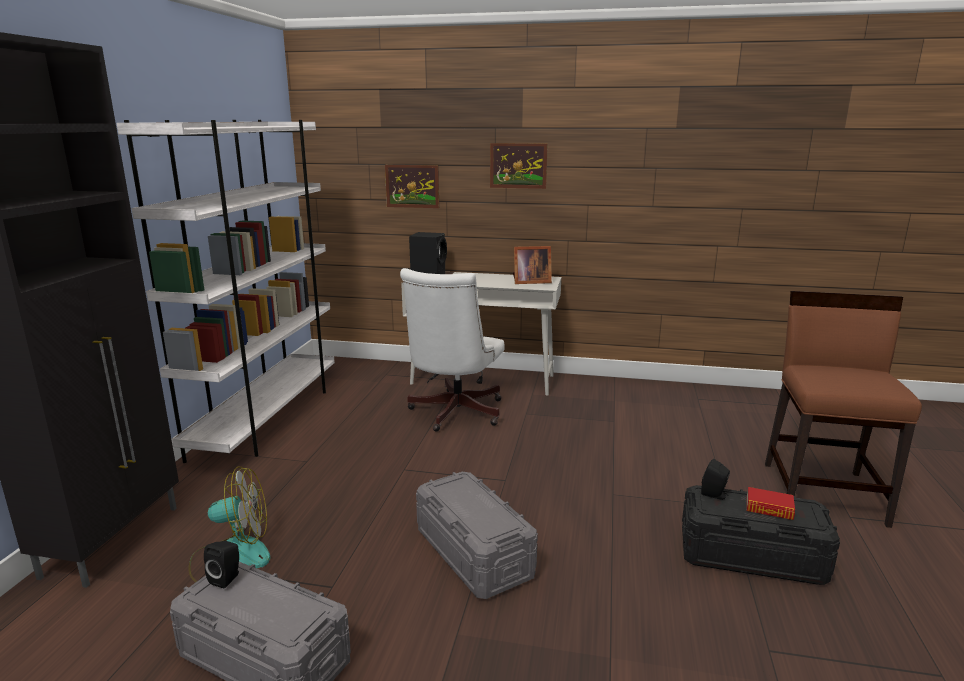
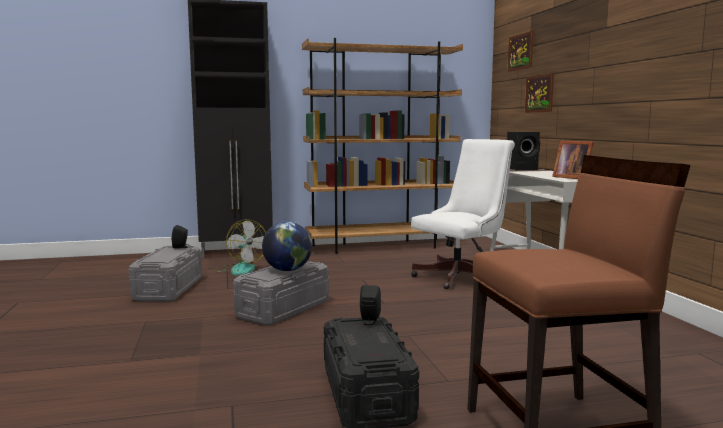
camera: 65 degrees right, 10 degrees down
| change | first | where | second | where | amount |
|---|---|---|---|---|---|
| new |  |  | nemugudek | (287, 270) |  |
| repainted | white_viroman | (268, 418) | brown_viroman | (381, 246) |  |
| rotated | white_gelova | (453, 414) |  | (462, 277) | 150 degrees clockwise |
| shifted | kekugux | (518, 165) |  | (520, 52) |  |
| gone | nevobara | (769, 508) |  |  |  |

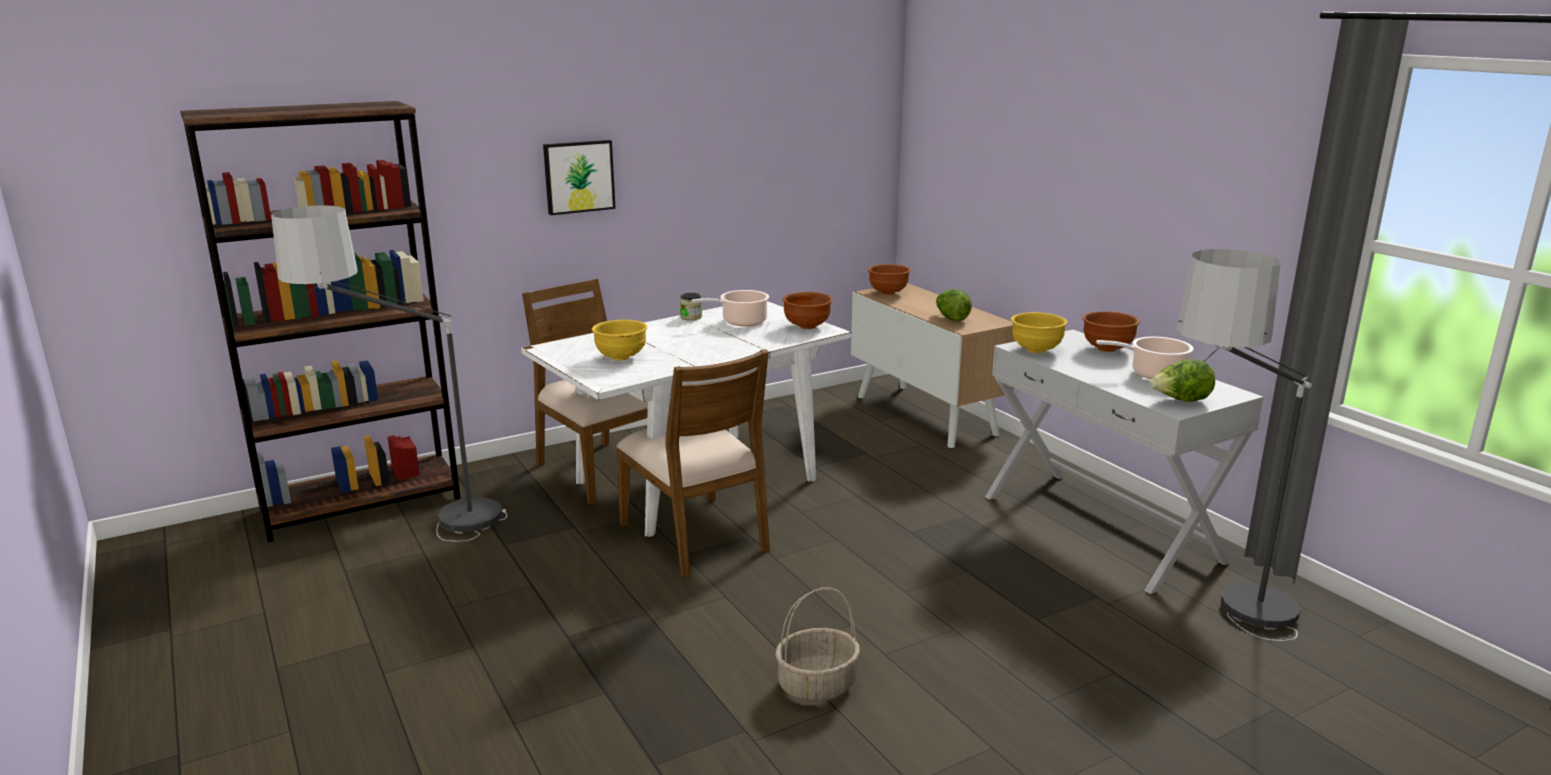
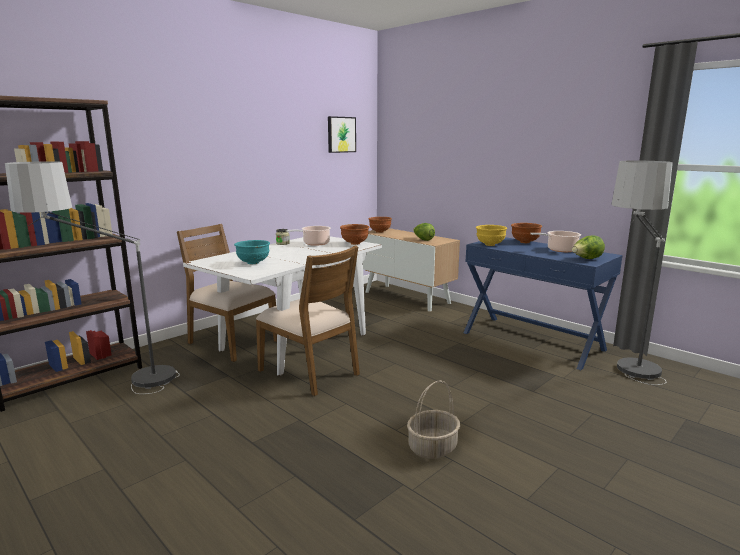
camera: 15 degrees left, 5 degrees down
| change | first | where | second | where | amount |
|---|---|---|---|---|---|
| repainted | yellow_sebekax | (621, 357) | turquoise_sebekax | (253, 263) |  |
| shifted | kekugux | (578, 176) |  | (341, 134) |  |
| repainted | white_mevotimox | (1101, 527) | blue_mevotimox | (532, 341) |  |

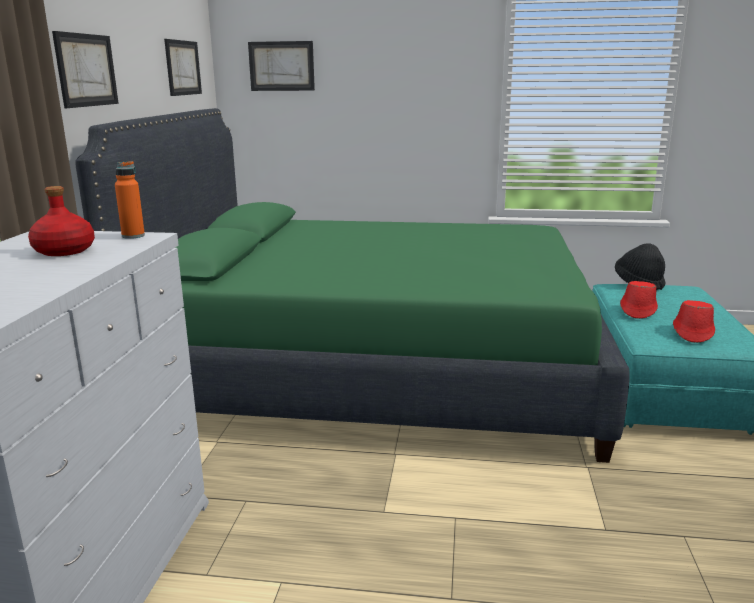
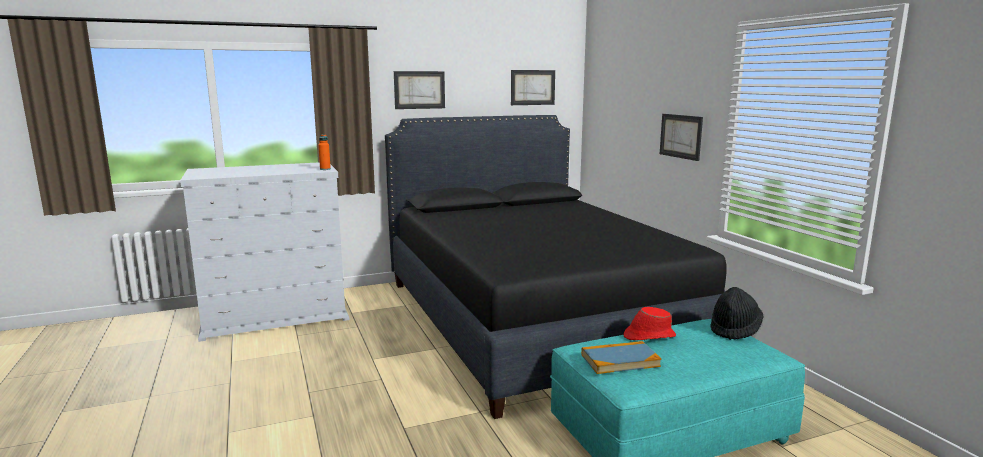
camera: 60 degrees right, 5 degrees down
| change | first | where | second | where | amount |
|---|---|---|---|---|---|
| repainted | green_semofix | (377, 371) | black_semofix | (536, 319) |  |
| swapped | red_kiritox | (692, 332) | nevobara | (620, 360) |  |
| shifted | kekugux | (281, 66) |  | (681, 136) |  |
| gone | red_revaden | (64, 251) |  |  |  |

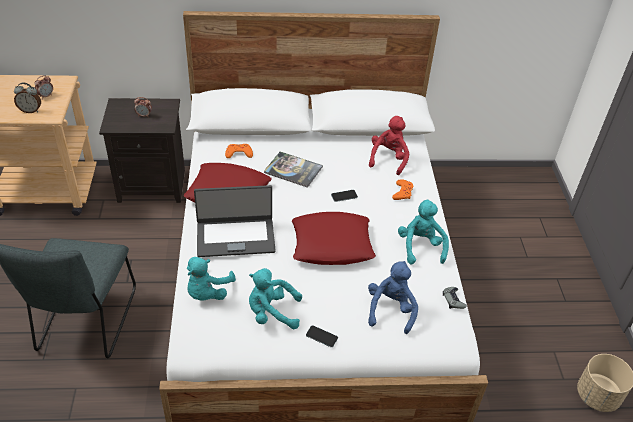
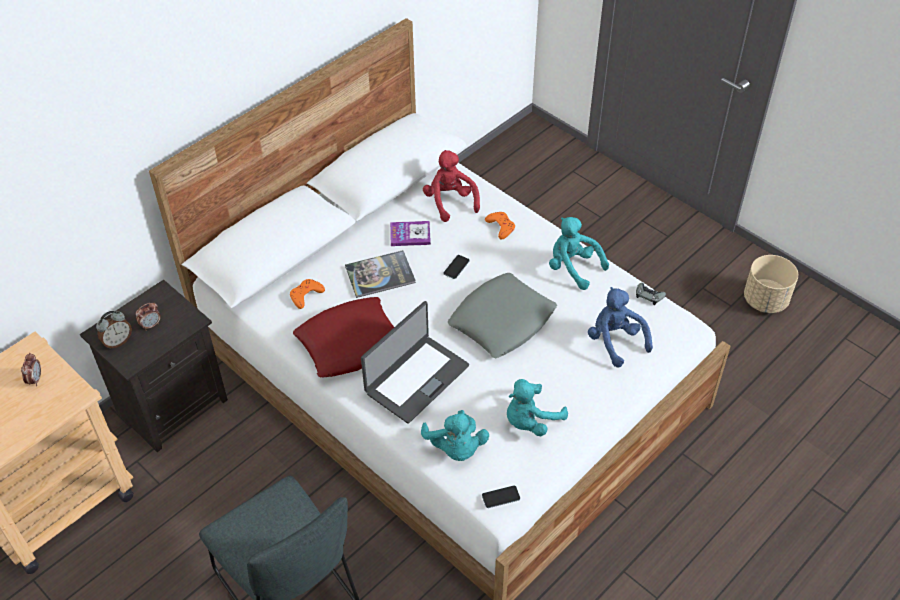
camera: 40 degrees left, 5 degrees up
| change | first | where | second | where | amount |
|---|---|---|---|---|---|
| shifted | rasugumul | (30, 110) |  | (117, 341) |  |
| new |  |  | nevobara | (410, 234) |  |
| repainted | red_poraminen | (331, 244) | grey_poraminen | (502, 321) |  |
| shifted | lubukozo | (321, 336) |  | (501, 497) |  |

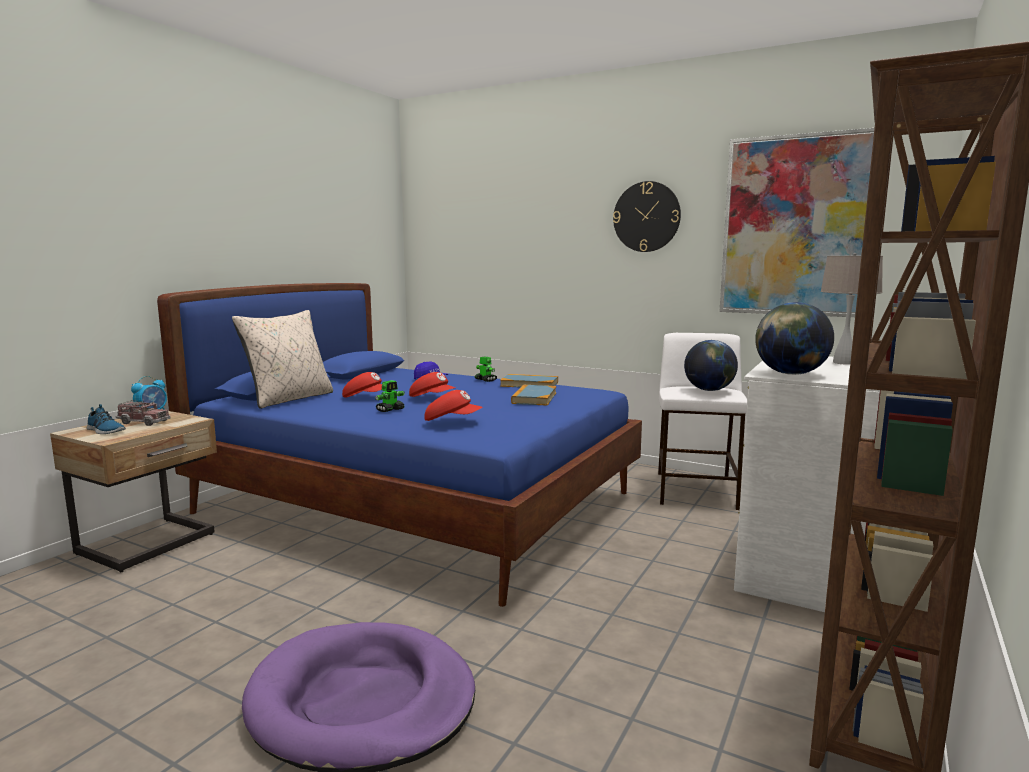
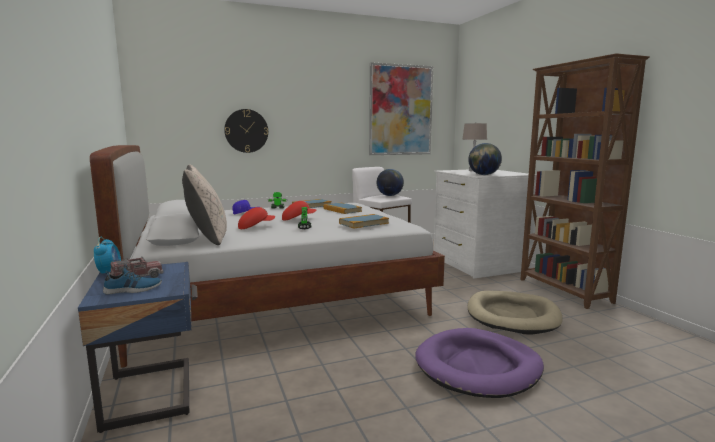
camera: 50 degrees left, 0 degrees up
| change | first | where | second | where | amount |
|---|---|---|---|---|---|
| repainted | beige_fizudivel | (149, 544) | blue_fizudivel | (153, 394) |  |
| repainted | blue_semofix | (419, 504) | white_semofix | (277, 299) |  |
| shifted | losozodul | (646, 217) |  | (246, 131) |  |
| swapped | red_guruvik | (452, 421) | nevobara | (364, 223) |  |
| new |  |  | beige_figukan | (512, 315) |  |

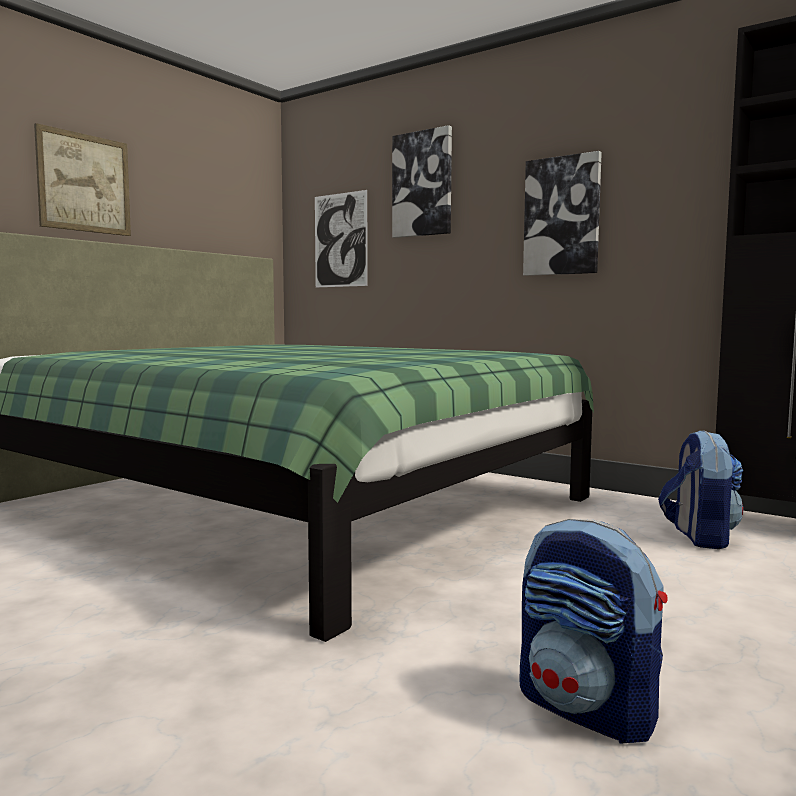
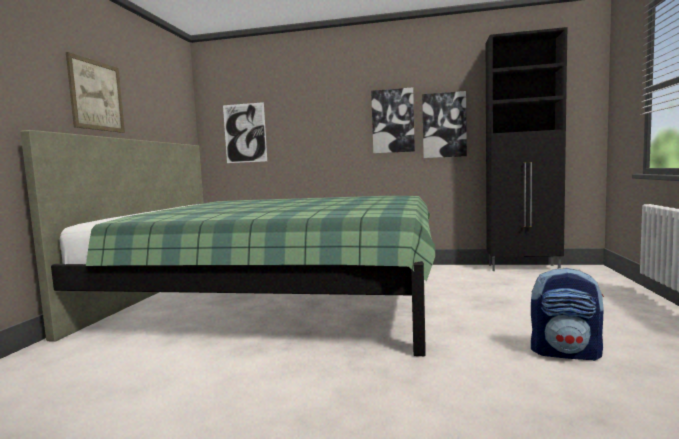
camera: 25 degrees left, 0 degrees up
| change | first | where | second | where | amount |
|---|---|---|---|---|---|
| shifted | kekugux | (422, 184) |  | (444, 125) |  |
| gone | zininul | (699, 537) |  |  |  |

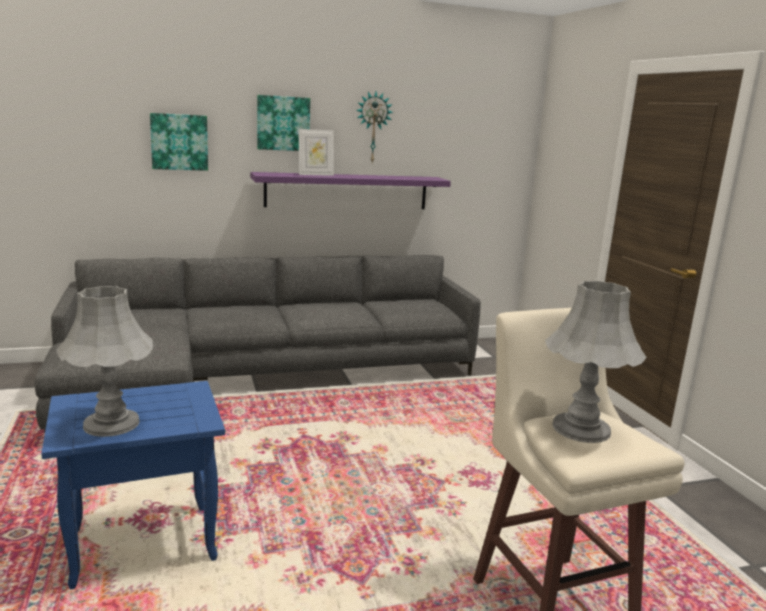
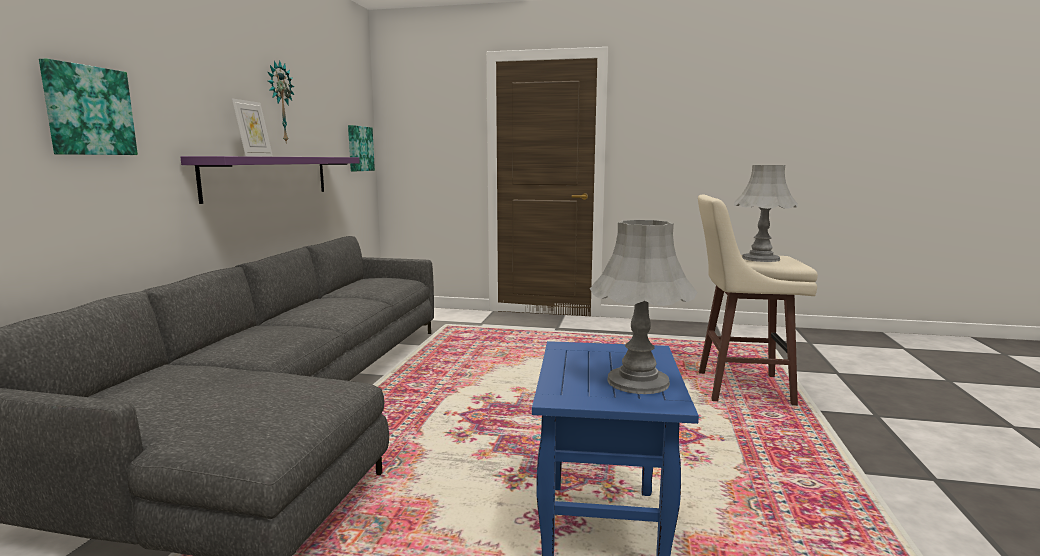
camera: 60 degrees left, 5 degrees down
| change | first | where | second | where | amount |
|---|---|---|---|---|---|
| shifted | kekugux | (283, 123) |  | (359, 148) |  |

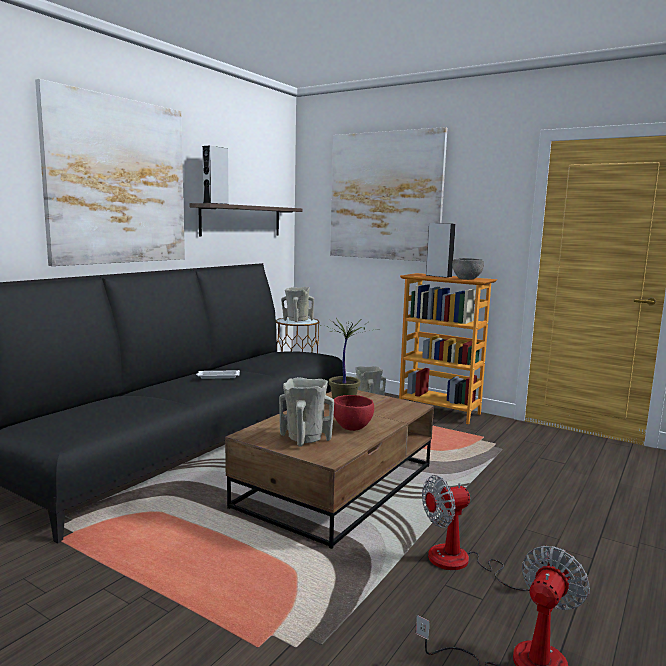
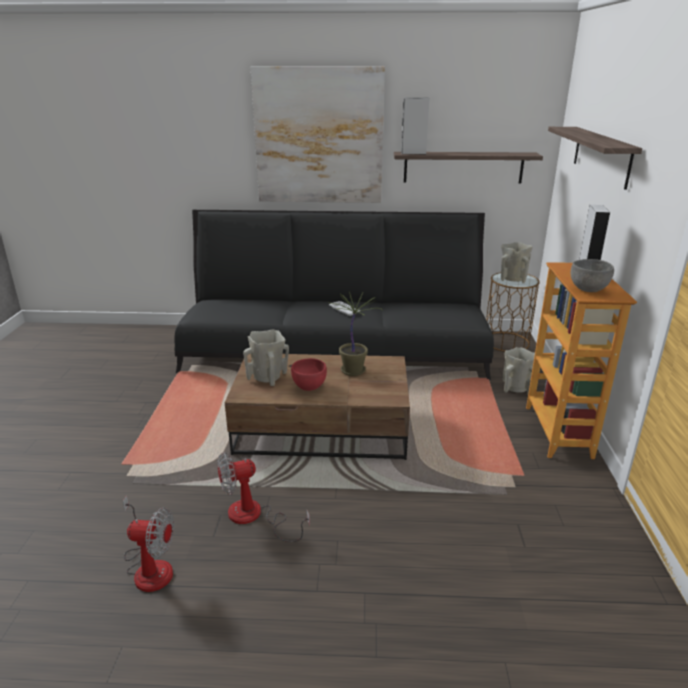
camera: 60 degrees right, 15 degrees up
| change | first | where | second | where | amount |
|---|---|---|---|---|---|
| rotated | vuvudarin | (463, 563) |  | (254, 517) | 60 degrees counterclockwise |
| swapped | kekugux | (385, 196) | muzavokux | (601, 155) |  |

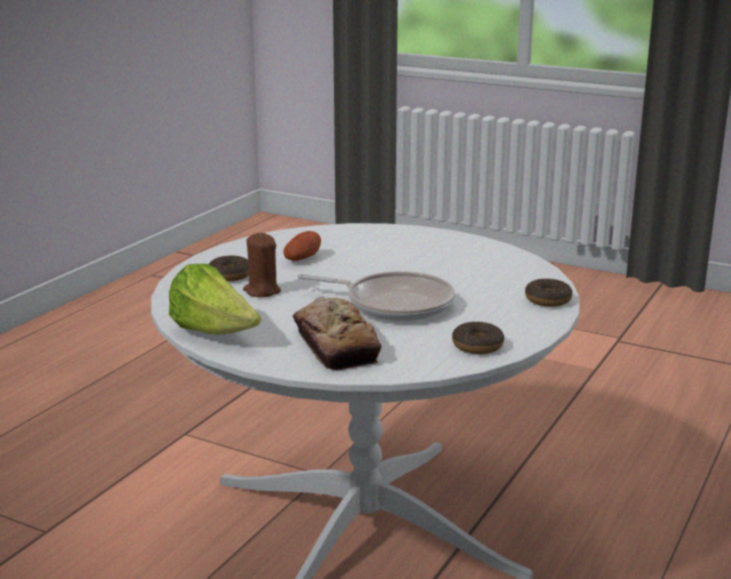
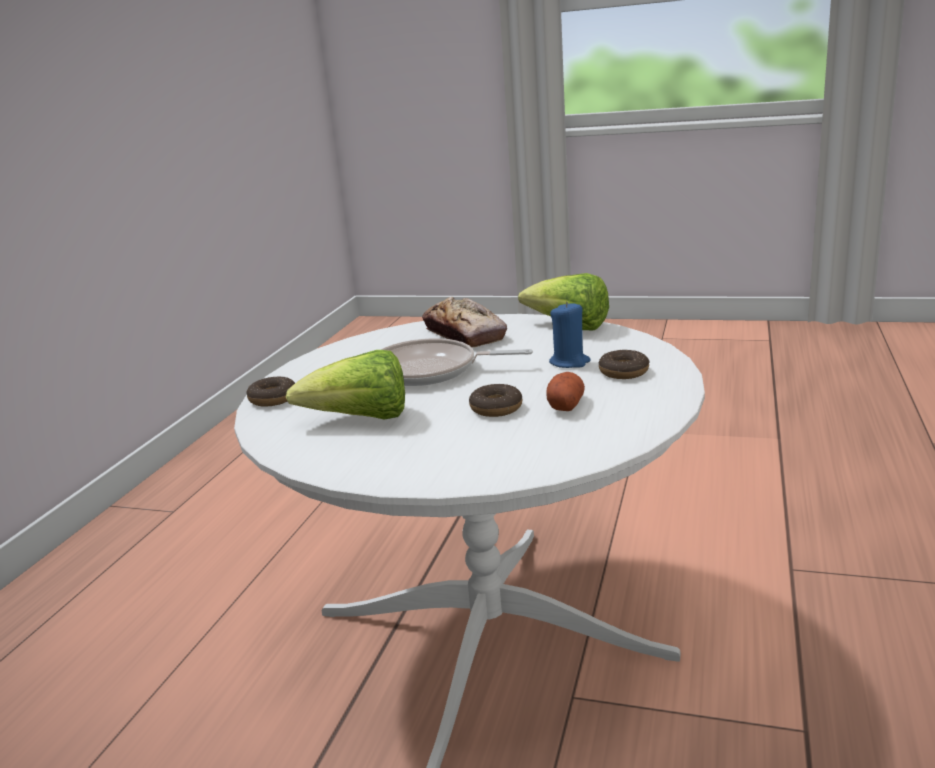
camera: 170 degrees right, 0 degrees up
| change | first | where | second | where | amount |
|---|---|---|---|---|---|
| new |  |  | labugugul | (361, 420) |  |
| shifted | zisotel | (477, 346) |  | (496, 408) |  |
| repainted | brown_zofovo | (262, 291) | blue_zofovo | (569, 362) |  |

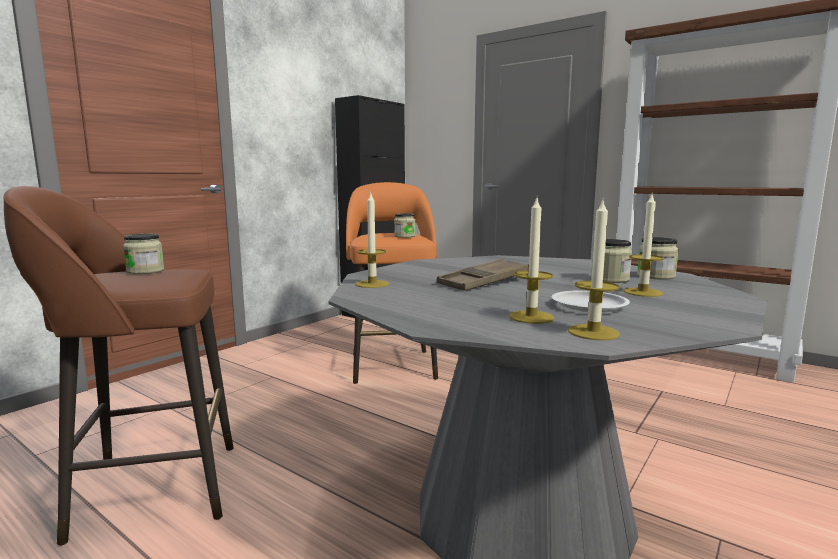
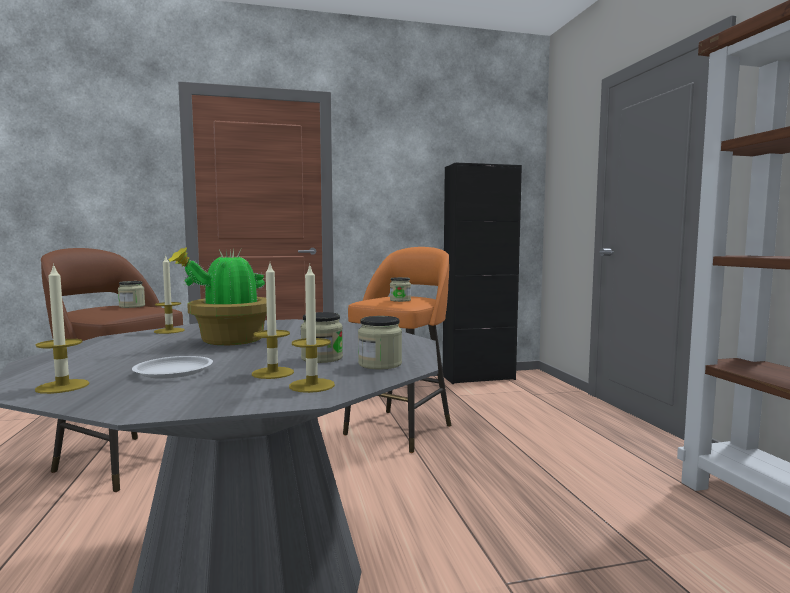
camera: 40 degrees right, 5 degrees down
| change | first | where | second | where | amount |
|---|---|---|---|---|---|
| swapped | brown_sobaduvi | (484, 282) | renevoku | (229, 342) |  |
| shifted | zofovo | (531, 317) |  | (312, 385) |  |

